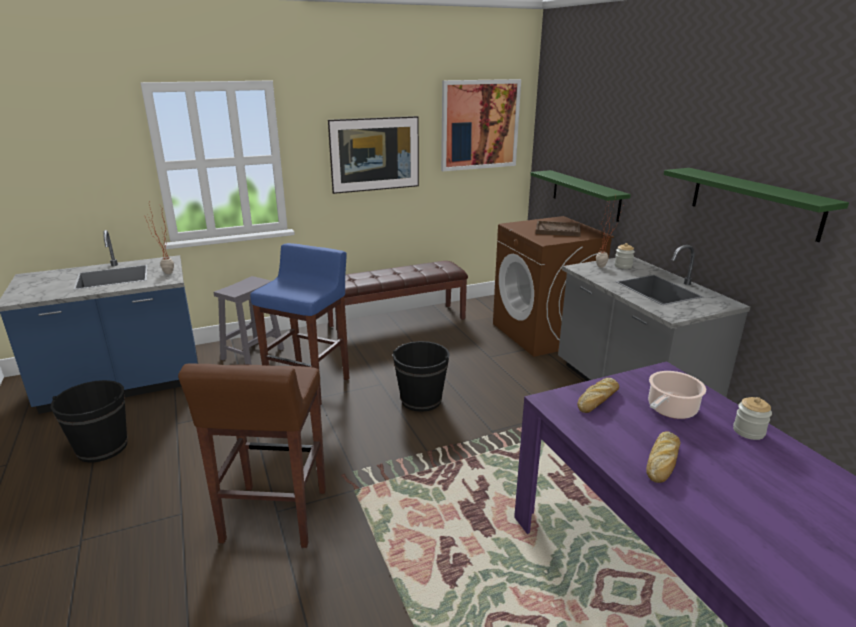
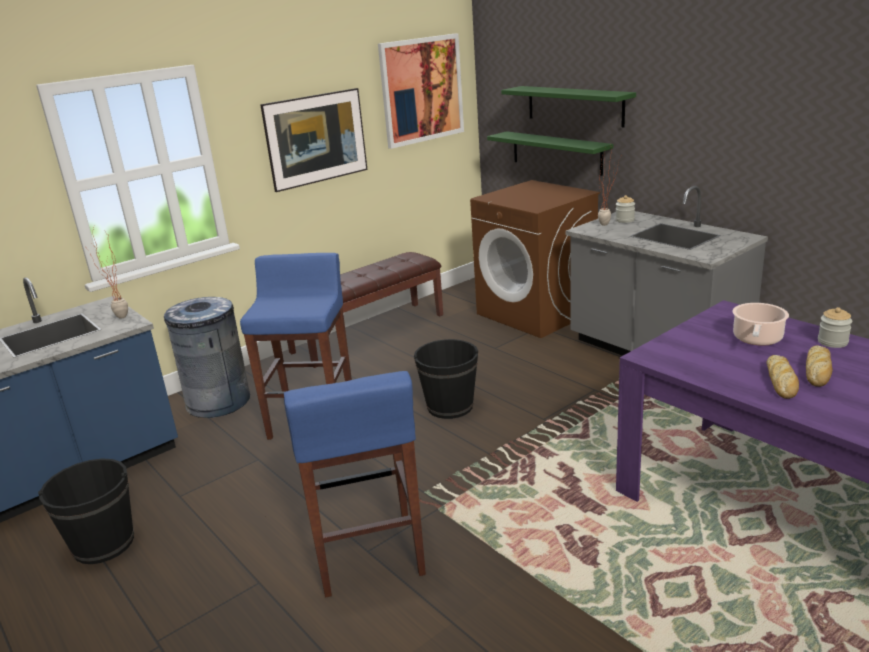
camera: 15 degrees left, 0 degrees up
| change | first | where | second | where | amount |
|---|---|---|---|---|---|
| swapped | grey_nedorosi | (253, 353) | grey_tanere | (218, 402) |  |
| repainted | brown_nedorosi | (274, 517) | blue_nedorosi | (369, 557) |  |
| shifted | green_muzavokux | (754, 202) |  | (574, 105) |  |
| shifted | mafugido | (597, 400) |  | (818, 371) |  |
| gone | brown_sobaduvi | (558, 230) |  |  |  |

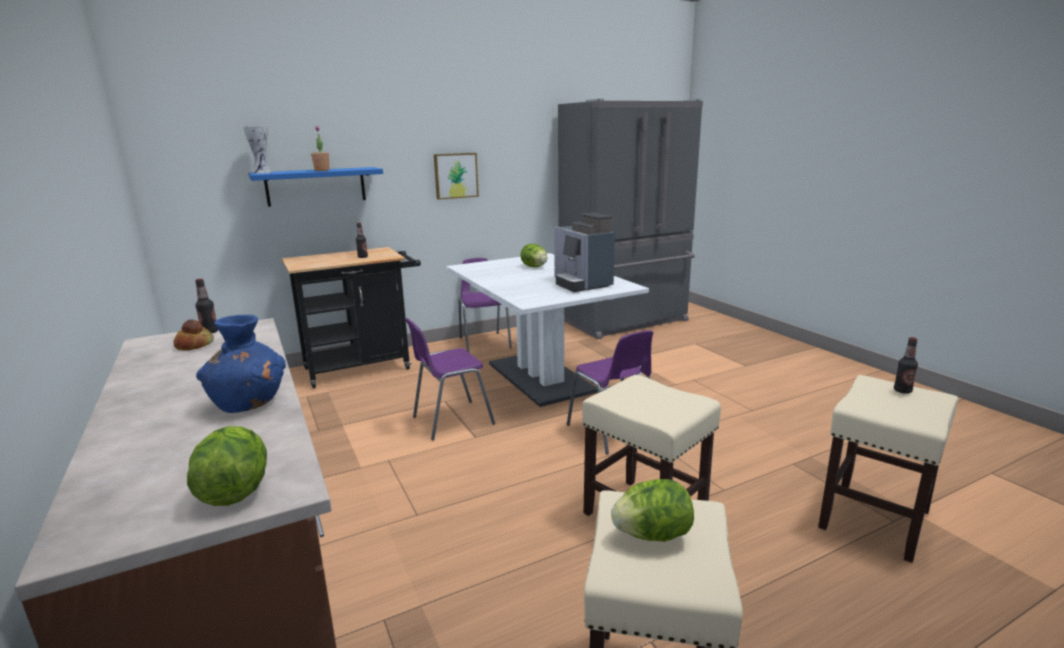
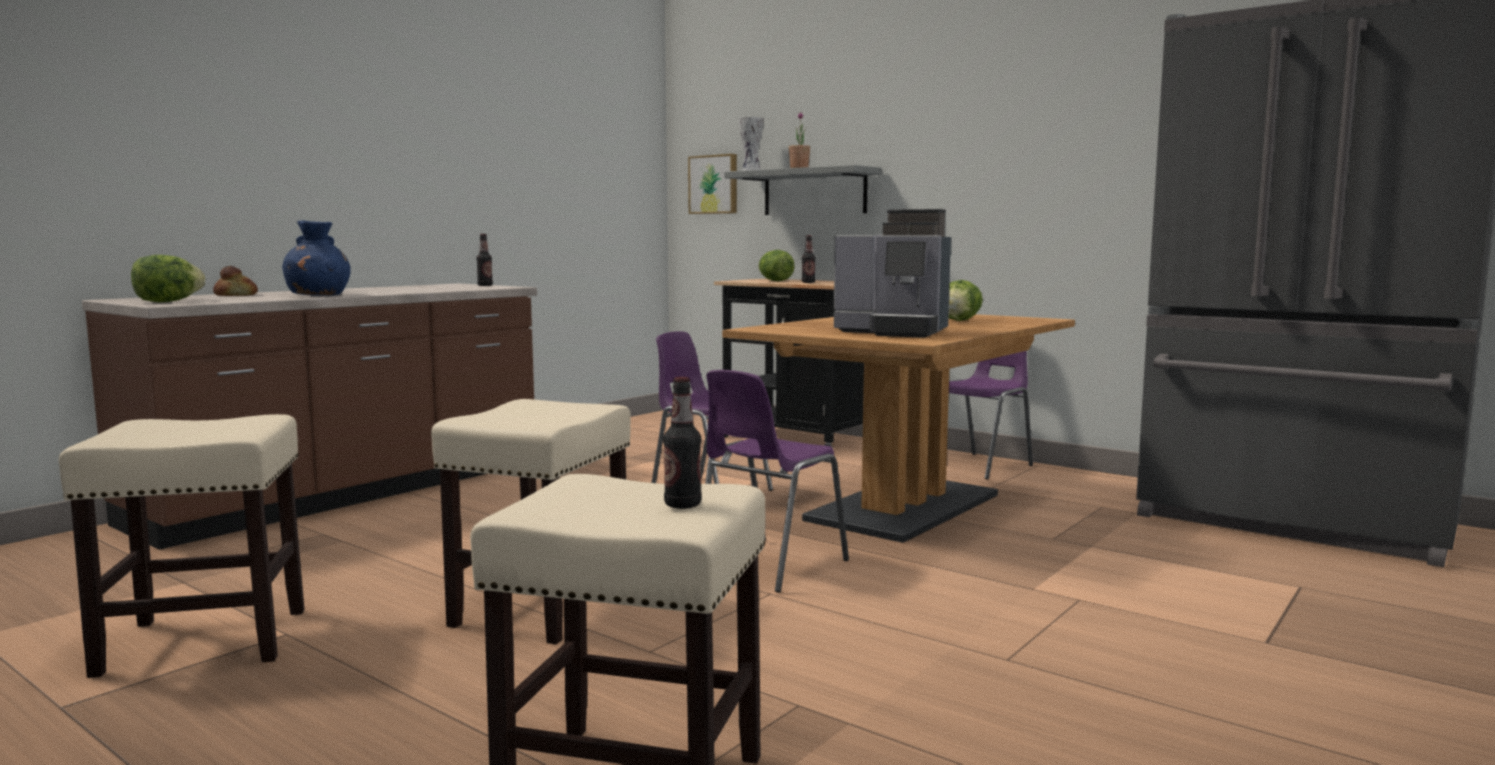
camera: 65 degrees right, 10 degrees down
| change | first | where | second | where | amount |
|---|---|---|---|---|---|
| shifted | mafugido | (194, 345) |  | (236, 295) |  |
| shifted | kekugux | (455, 175) |  | (714, 184) |  |
| repainted | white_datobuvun | (540, 377) | brown_datobuvun | (904, 507) |  |
| repainted | blue_muzavokux | (316, 186) | grey_muzavokux | (814, 192) |  |
| shifted | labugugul | (652, 535) |  | (775, 281) |  |
| rotated | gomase | (581, 284) |  | (894, 332) | 105 degrees counterclockwise |

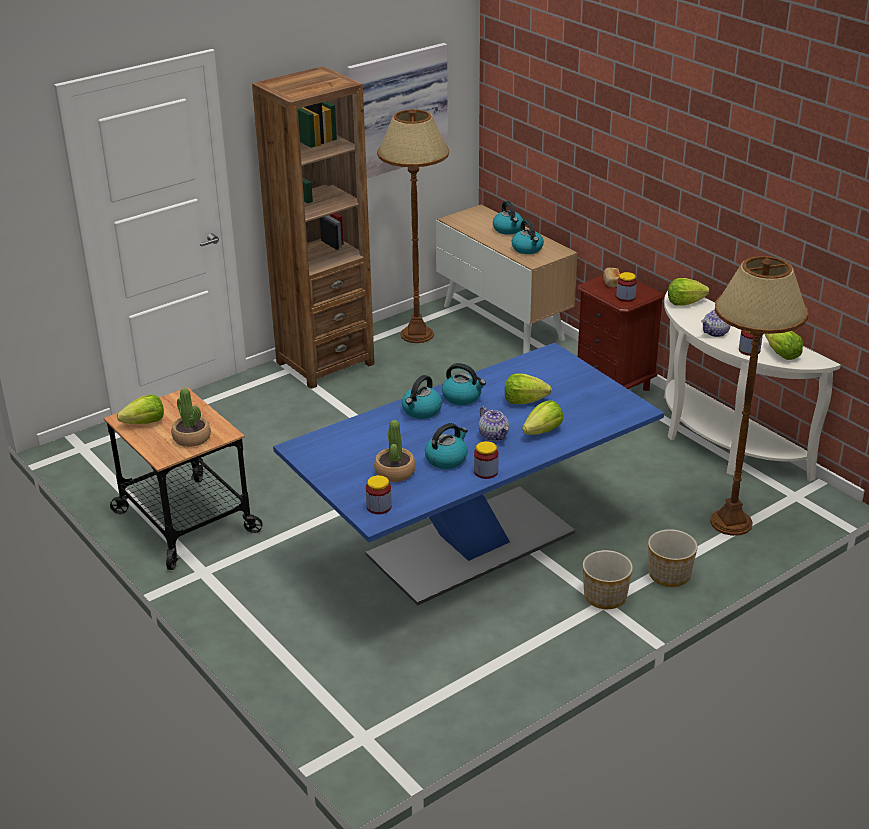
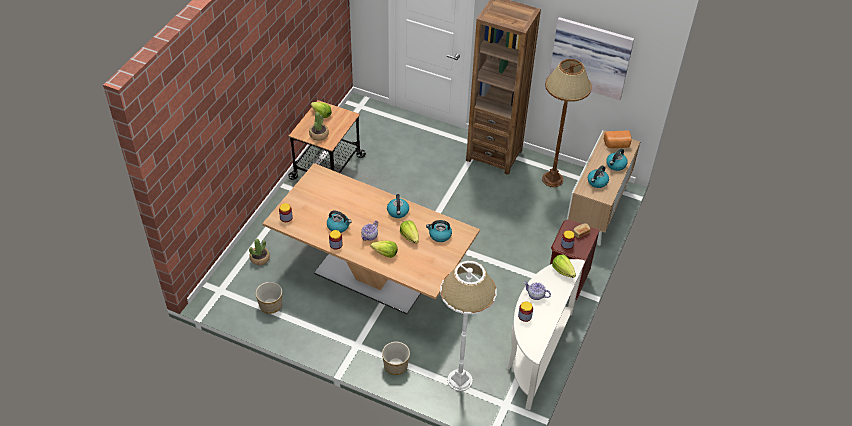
camera: 60 degrees right, 15 degrees up
| change | first | where | second | where | amount |
|---|---|---|---|---|---|
| shifted | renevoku | (394, 472) |  | (260, 258) |  |
| shifted | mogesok | (605, 596) |  | (271, 305) |  |
| repainted | blue_datobuvun | (471, 545) | beige_datobuvun | (372, 276) |  |
| shifted | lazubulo | (421, 411) |  | (439, 235) |  |
| repainted | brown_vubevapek | (731, 522) | white_vubevapek | (460, 380) |  |
| new |  |  | mafugido | (617, 145) |  |
| gone | labugugul | (781, 354) |  |  |  |

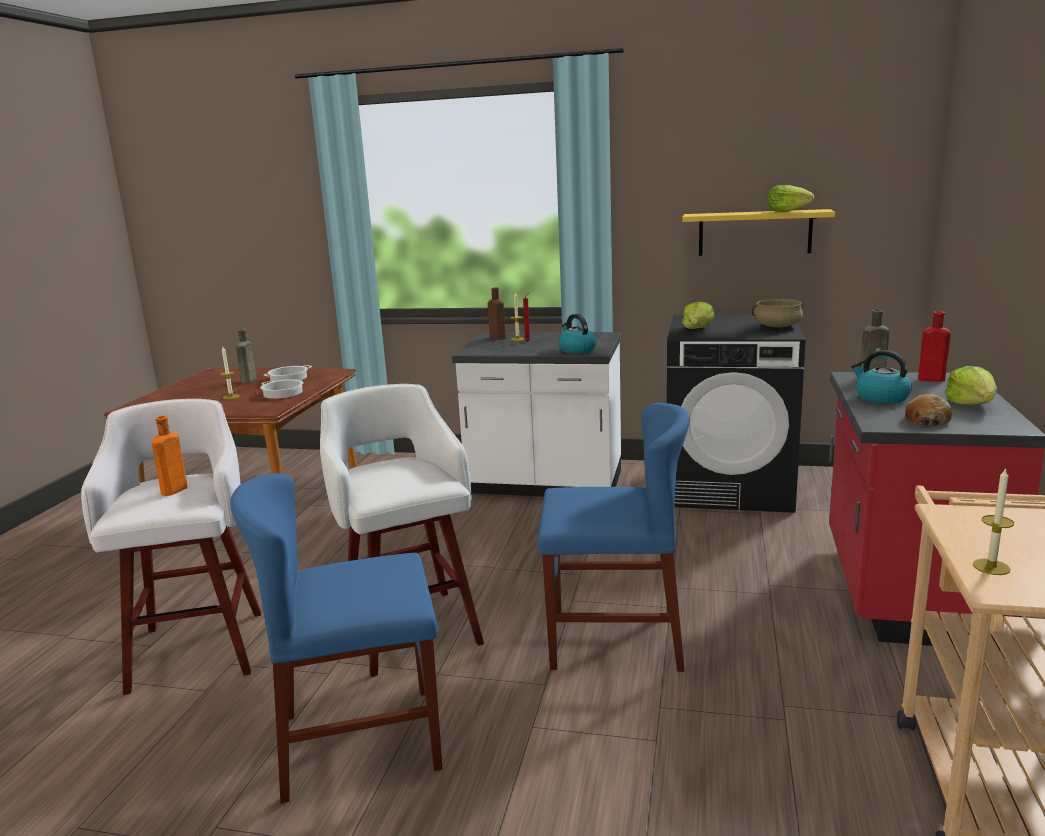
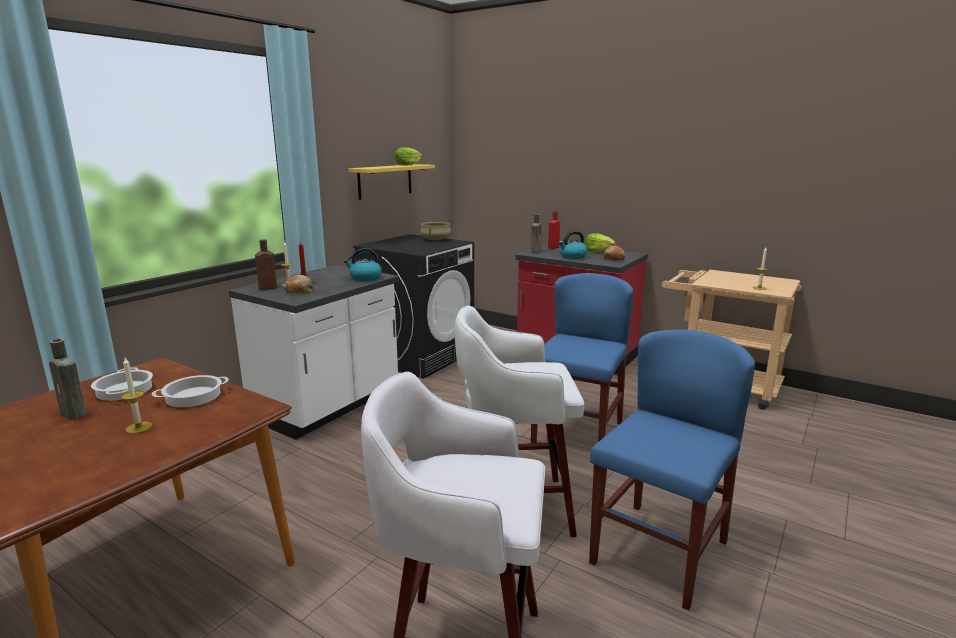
camera: 70 degrees left, 0 degrees up
| change | first | where | second | where | amount |
|---|---|---|---|---|---|
| new |  |  | mafugido | (299, 290) |  |
| rotated | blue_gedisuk | (361, 741) |  | (659, 552) | 150 degrees counterclockwise |
| gone | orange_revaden | (173, 491) |  |  |  |
| gone | labugugul | (697, 329) |  |  |  |

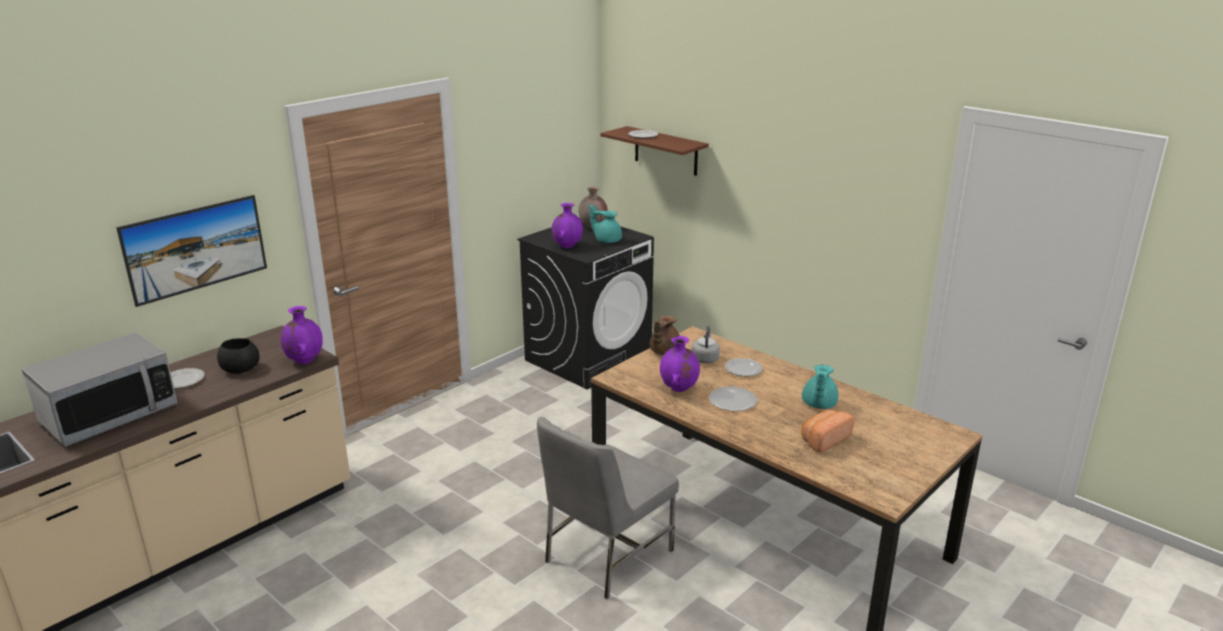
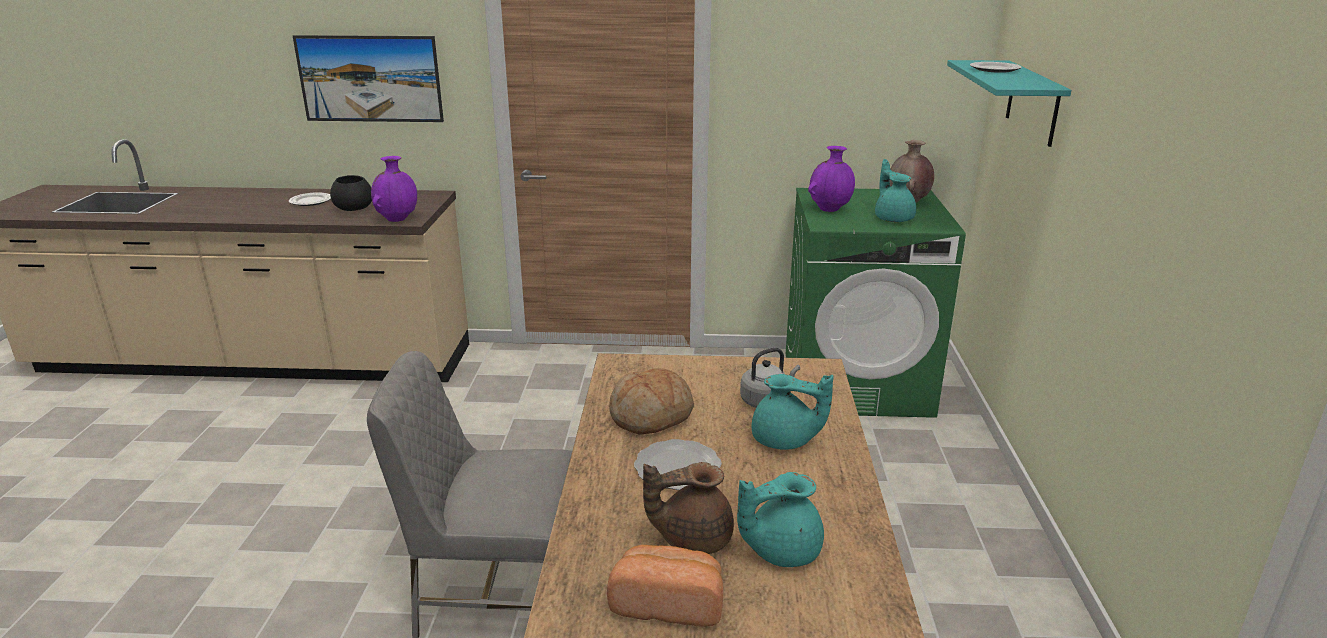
camera: 50 degrees right, 0 degrees up
| change | first | where | second | where | amount |
|---|---|---|---|---|---|
| swapped | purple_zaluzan | (679, 389) | mafugido | (651, 416) |  |
| shifted | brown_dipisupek | (663, 352) |  | (692, 538) |  |
| swapped | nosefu | (743, 369) | turquoise_dipisupek | (784, 441) |  |
| repainted | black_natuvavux | (588, 358) | green_natuvavux | (857, 383) |  |
| repainted | brown_muzavokux | (666, 151) | turquoise_muzavokux | (1032, 102) |  |
| gone | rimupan | (109, 415) |  |  |  |

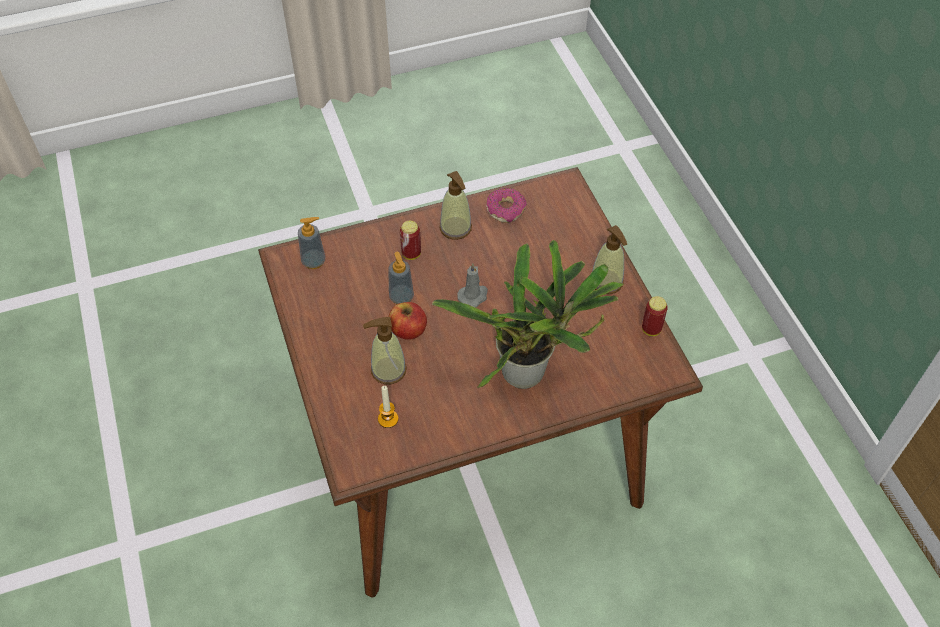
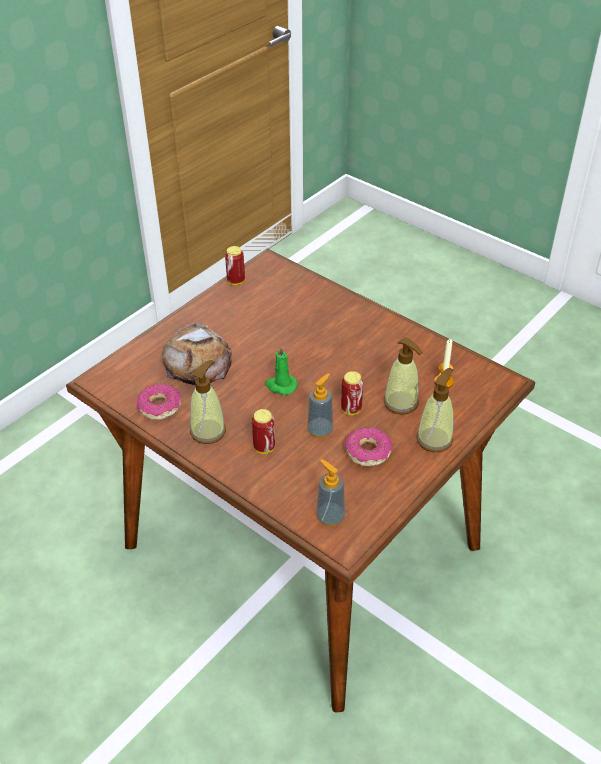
camera: 120 degrees left, 10 degrees down
| change | first | where | second | where | amount |
|---|---|---|---|---|---|
| new |  |  | mafugido | (198, 362) |  |
| repainted | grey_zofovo | (473, 296) | green_zofovo | (280, 386) |  |
| swapped | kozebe | (408, 330) | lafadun | (351, 409) |  |
| new |  |  | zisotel | (368, 452) |  |
| shifted | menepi | (606, 282) |  | (434, 439) |  |
| gone | renevoku | (529, 374) |  |  |  |

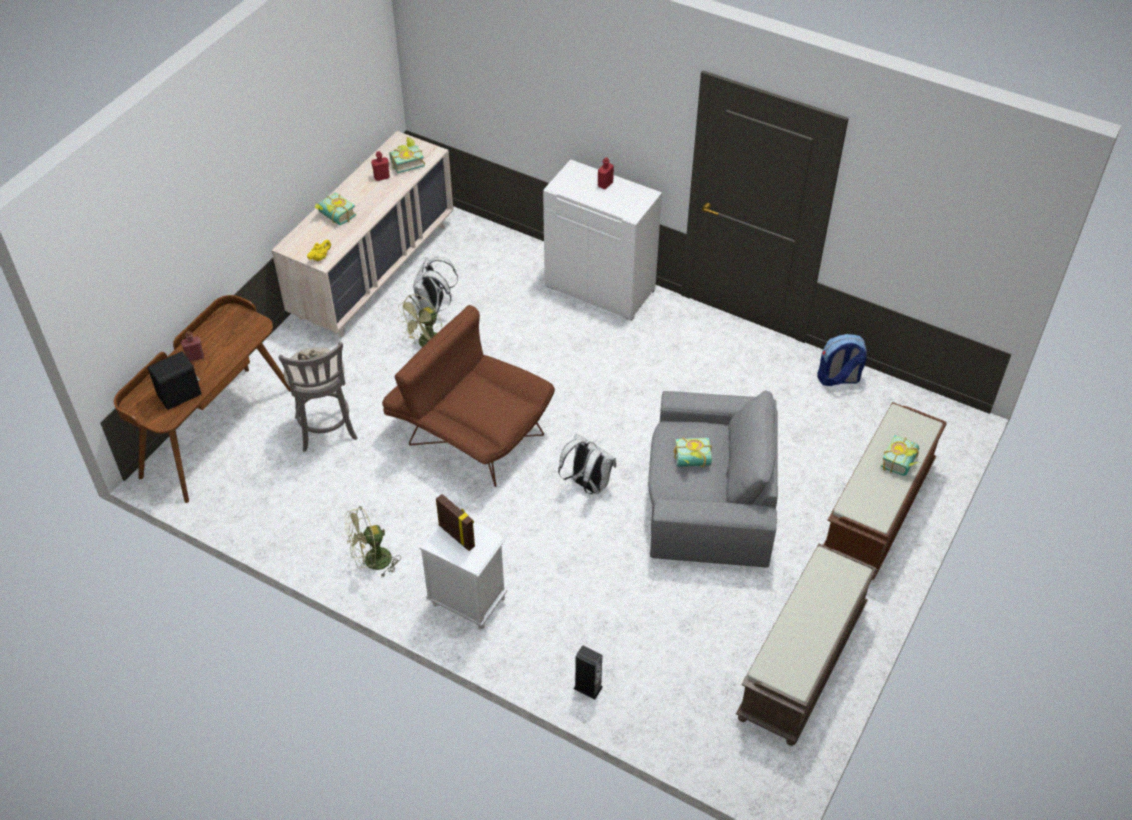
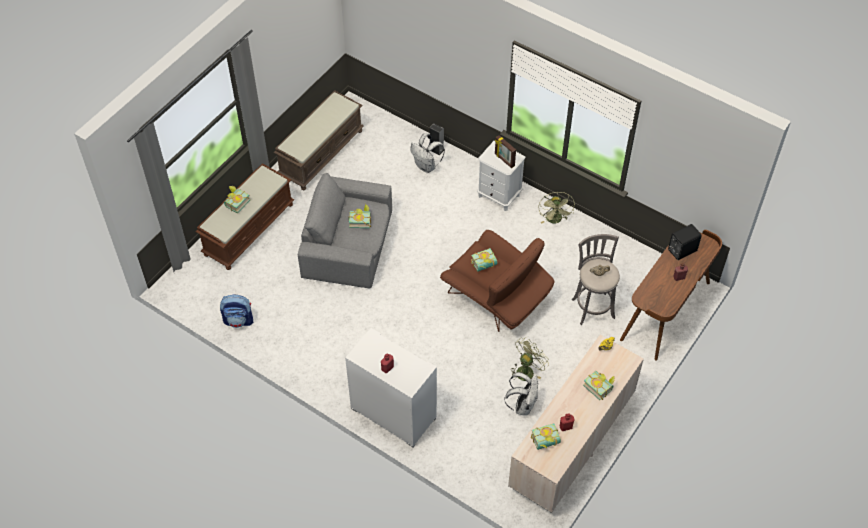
camera: 175 degrees left, 5 degrees up
| change | first | where | second | where | amount |
|---|---|---|---|---|---|
| shifted | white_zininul | (587, 484) |  | (426, 166) |  |
| new |  |  | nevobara | (485, 266) |  |
| rotated | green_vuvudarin | (372, 562) |  | (555, 220) | 105 degrees clockwise |

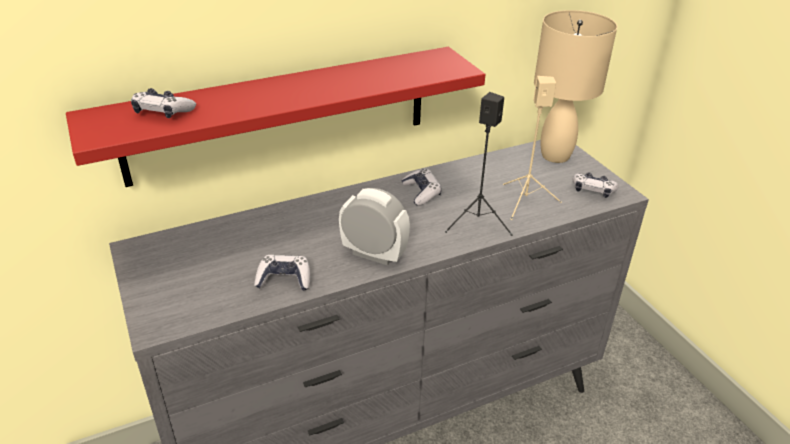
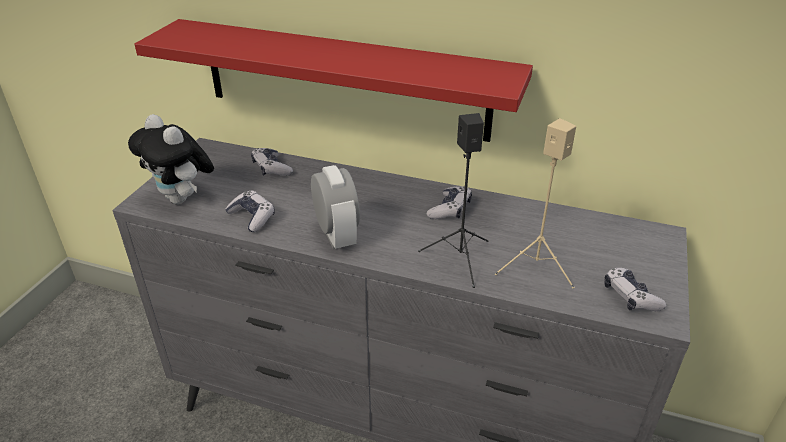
camera: 45 degrees right, 0 degrees up
| change | first | where | second | where | amount |
|---|---|---|---|---|---|
| new |  |  | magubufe | (182, 199) |  |
| shifted | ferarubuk | (163, 112) |  | (271, 168) |  |
| gone | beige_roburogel | (556, 155) |  |  |  |

